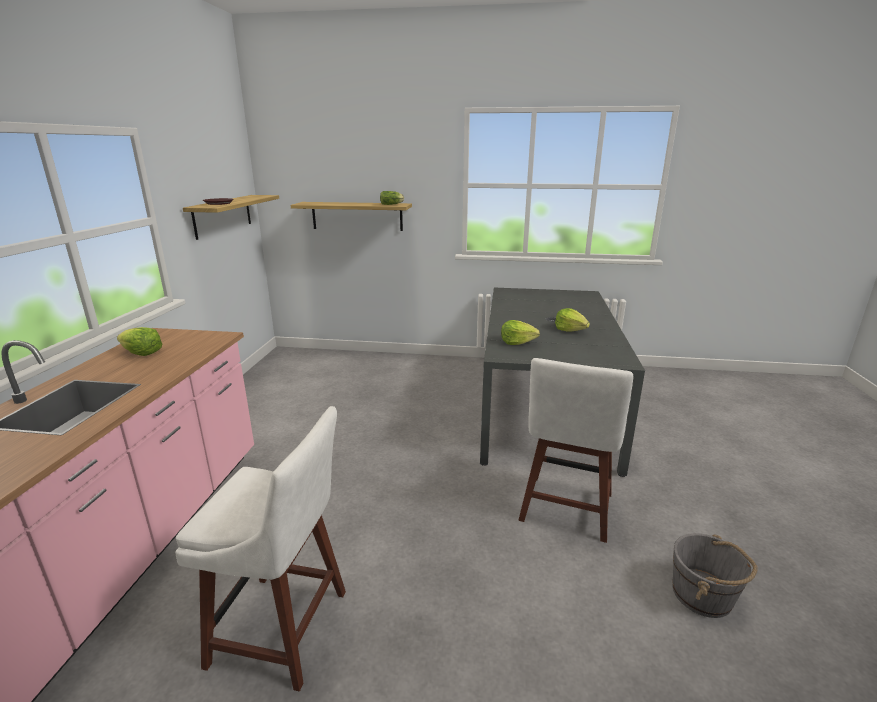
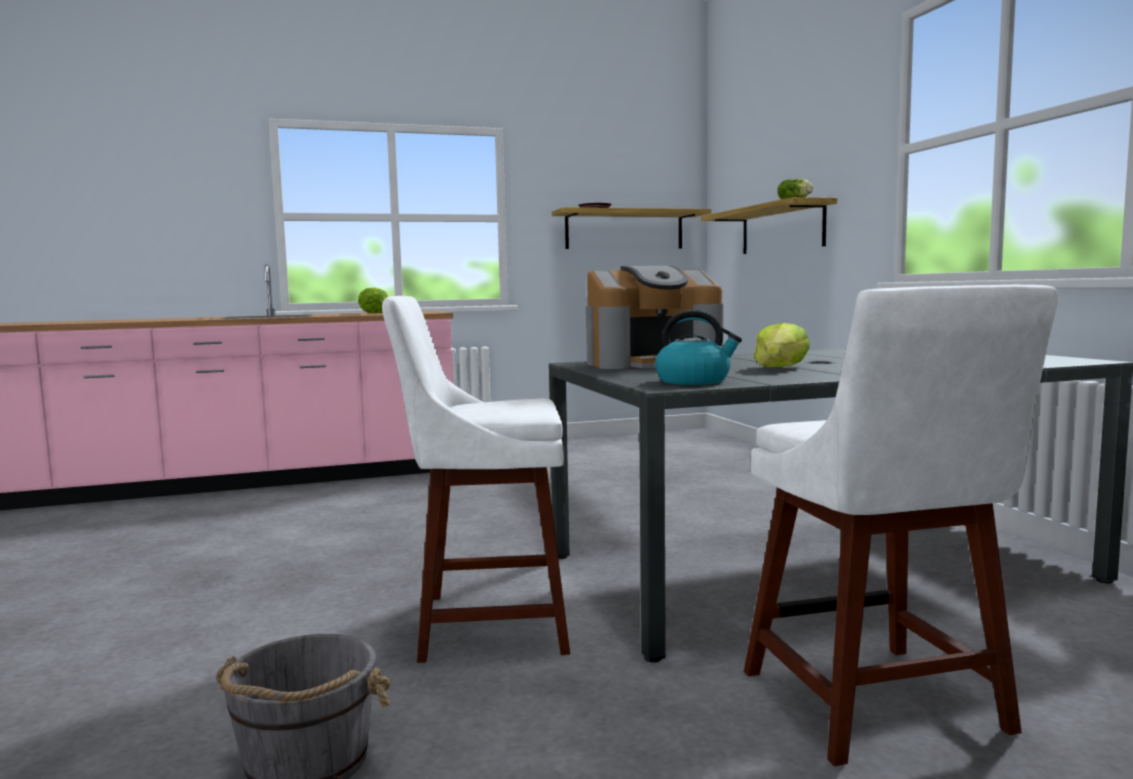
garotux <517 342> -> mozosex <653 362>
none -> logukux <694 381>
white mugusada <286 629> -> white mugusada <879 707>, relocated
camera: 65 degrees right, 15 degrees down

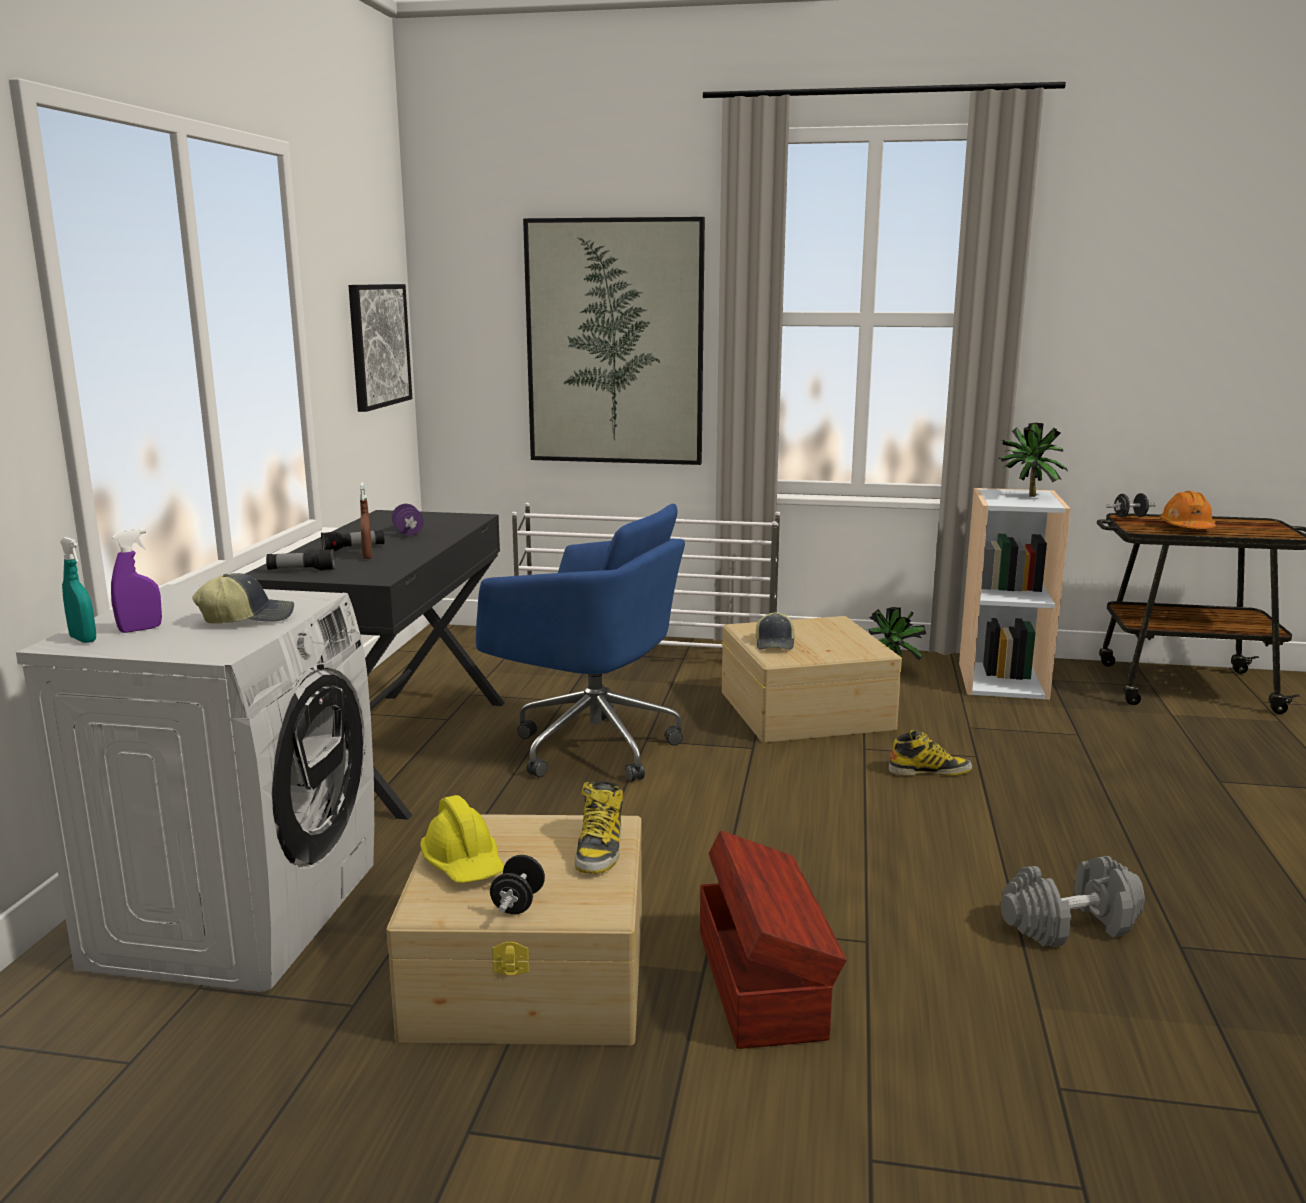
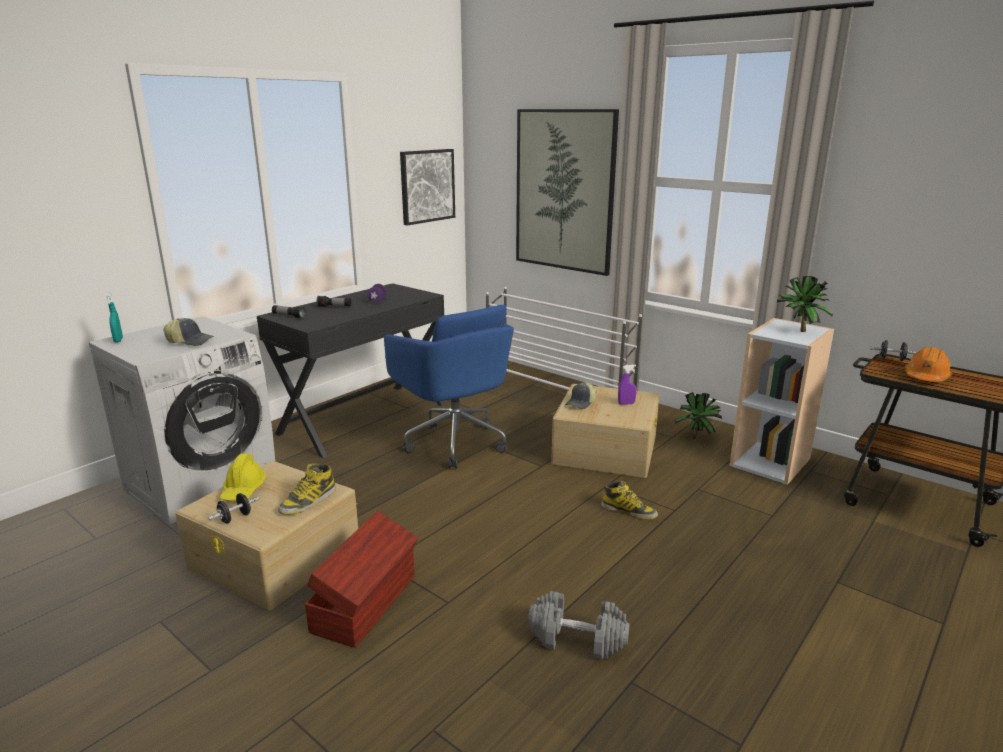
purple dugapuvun <140 629> -> purple dugapuvun <626 403>, relocated
brown dugapuvun <367 557> -> none
camera: 30 degrees right, 5 degrees up

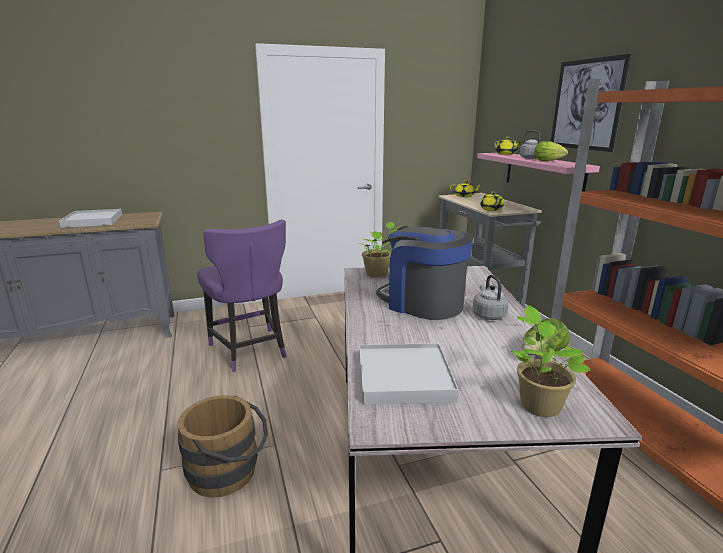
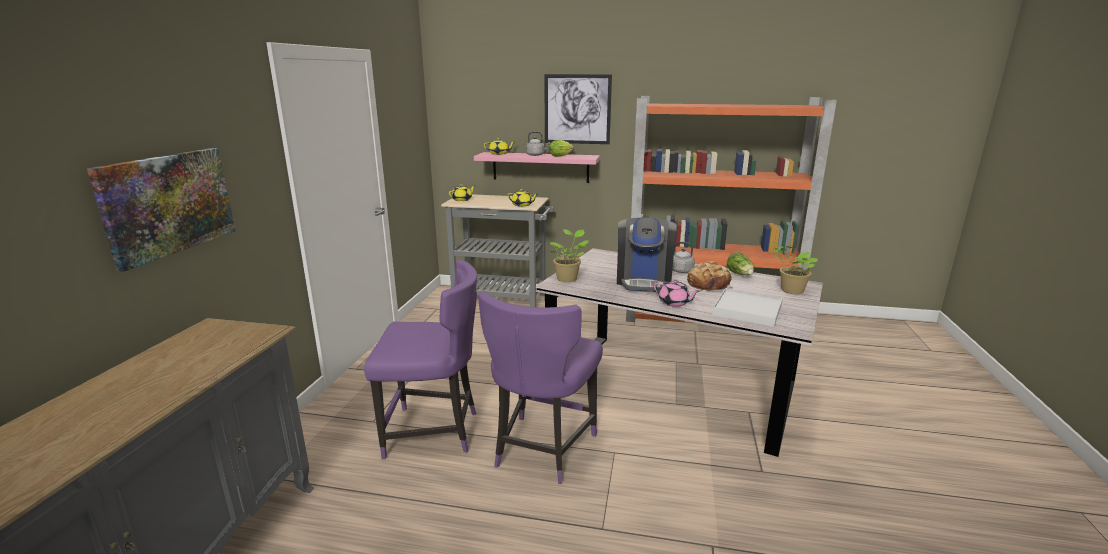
none -> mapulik <168 204>
none -> purple mugusada <542 450>
mozosex <422 303> -> mozosex <644 280>, 60 degrees counterclockwise
none -> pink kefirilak <674 303>
none -> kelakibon <709 285>
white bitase <93 221> -> none
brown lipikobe <229 472> -> none
camera: 60 degrees left, 0 degrees up

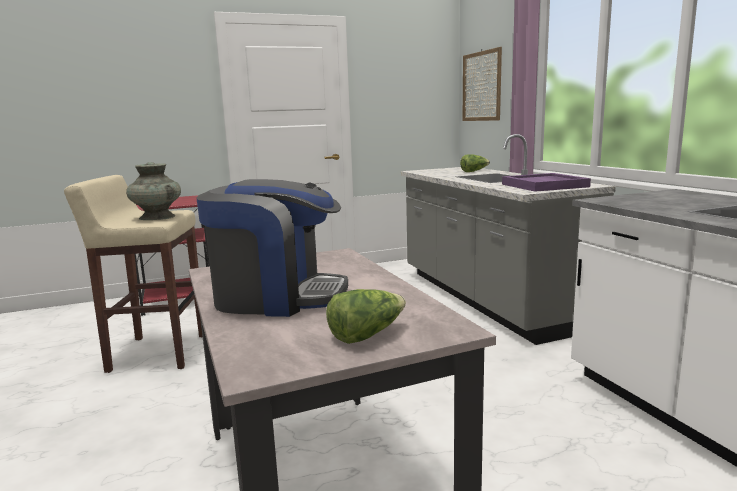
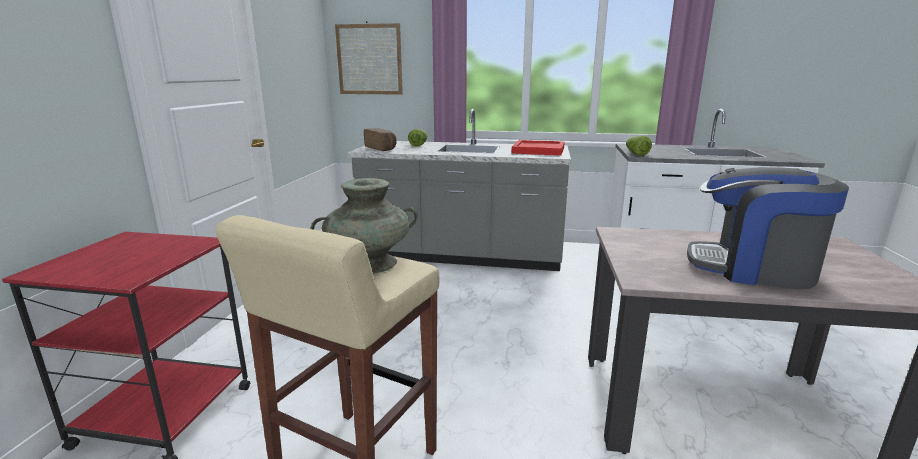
none -> kelakibon <382 148>
purple bitase <545 185> -> red bitase <539 150>
garotux <366 334> -> garotux <635 154>, relocated
mozosex <277 297> -> mozosex <752 268>, 105 degrees counterclockwise
camera: 60 degrees left, 5 degrees up

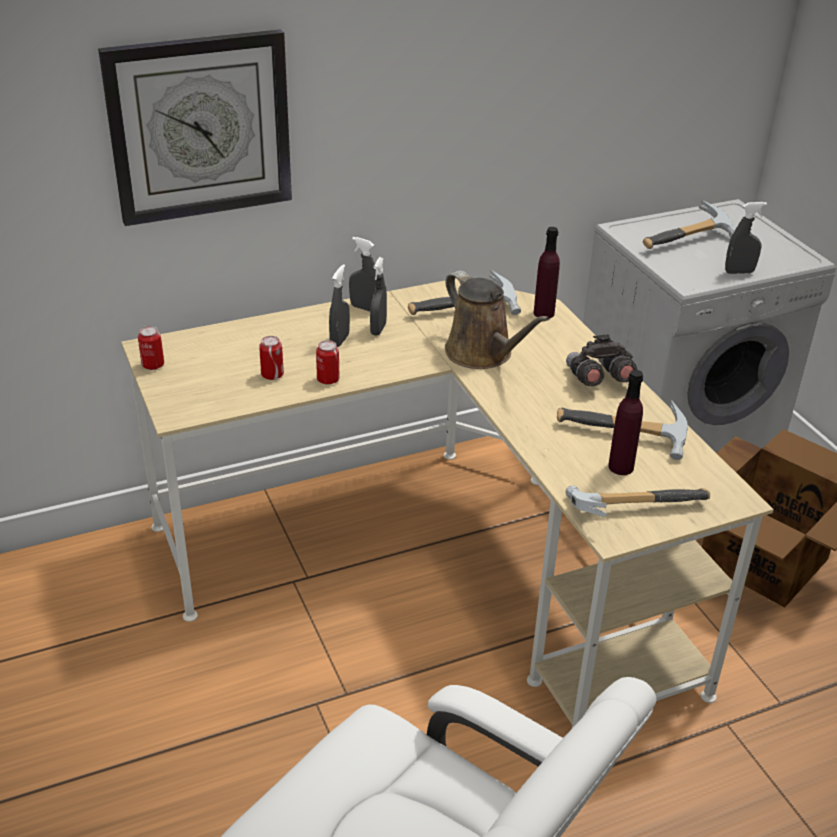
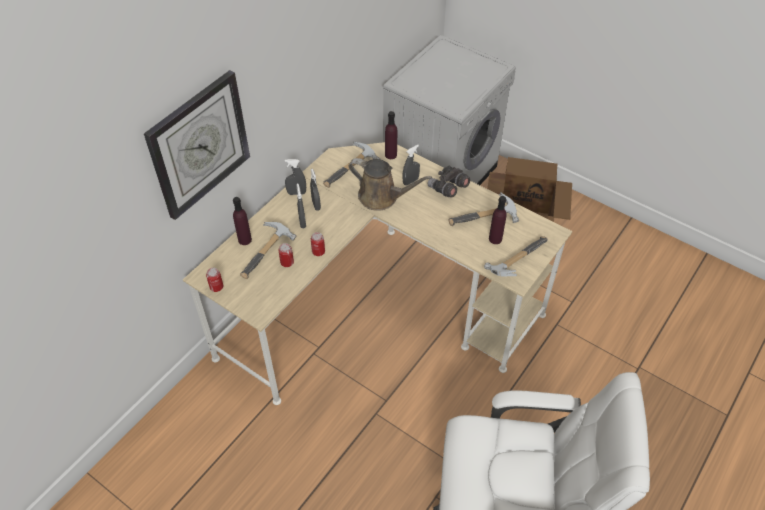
none -> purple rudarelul <245 240>
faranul <691 242> -> faranul <269 254>, relocated
grey dugapuvun <739 272> -> grey dugapuvun <410 181>, relocated
camera: 30 degrees left, 15 degrees up

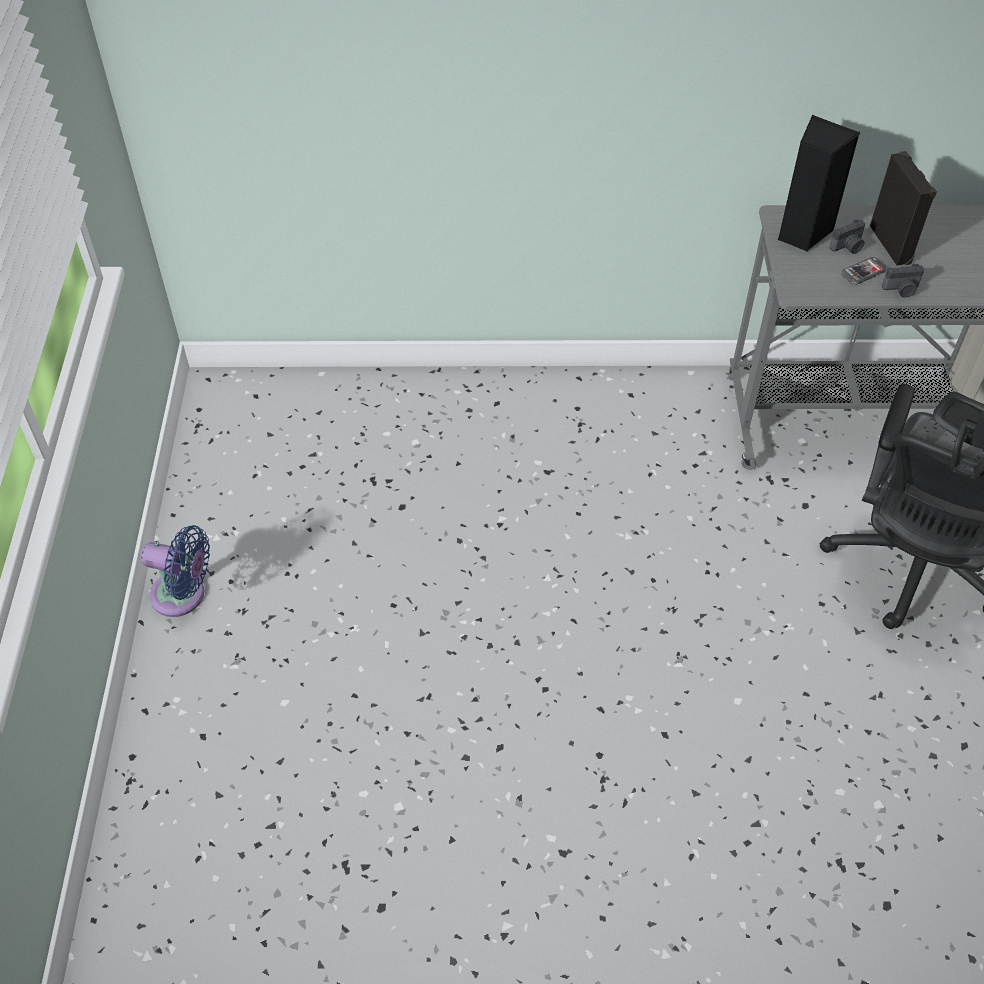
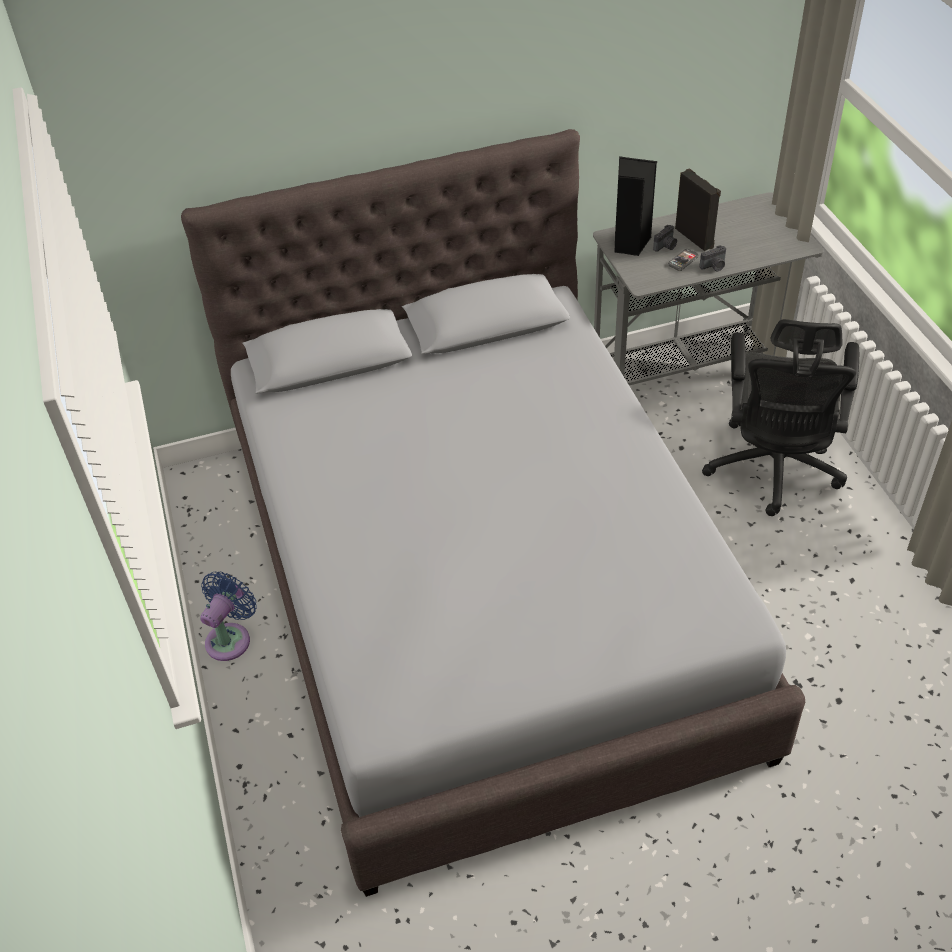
none -> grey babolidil <482 589>
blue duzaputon <183 595> -> blue duzaputon <231 638>, 60 degrees counterclockwise
camera: 15 degrees left, 5 degrees down

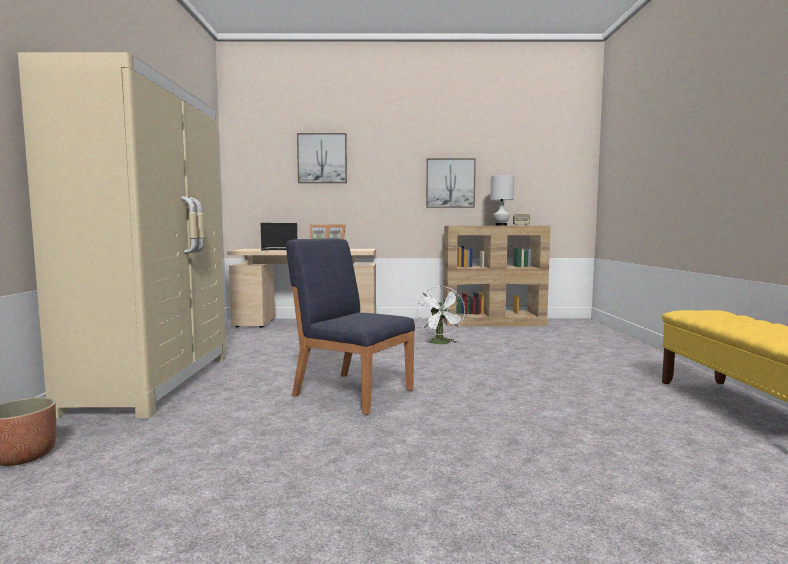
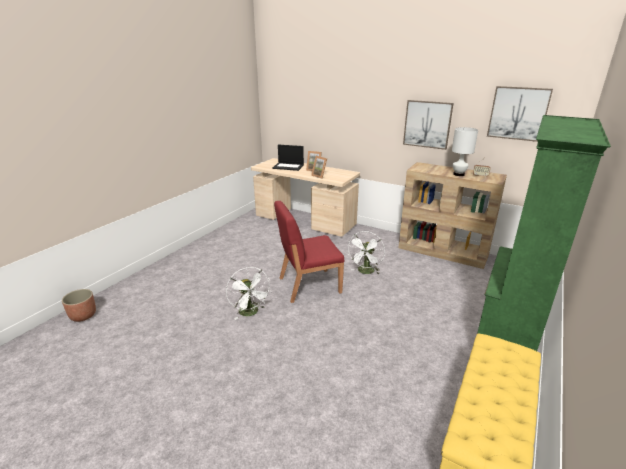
blue mugusada <352 392> -> white duzaputon <251 313>
none -> red mugusada <308 285>
none -> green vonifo <506 337>
mapulik <322 158> -> mapulik <518 113>, relocated
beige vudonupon <156 381> -> none
camera: 30 degrees right, 20 degrees up

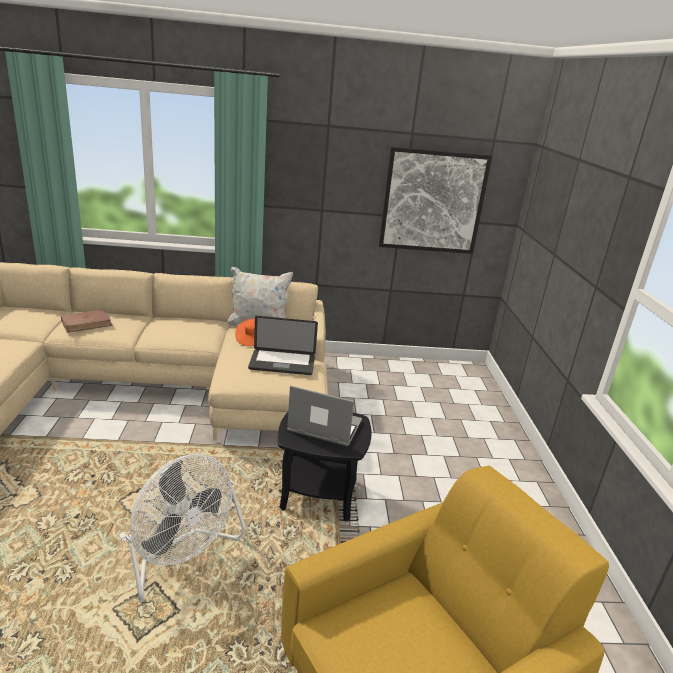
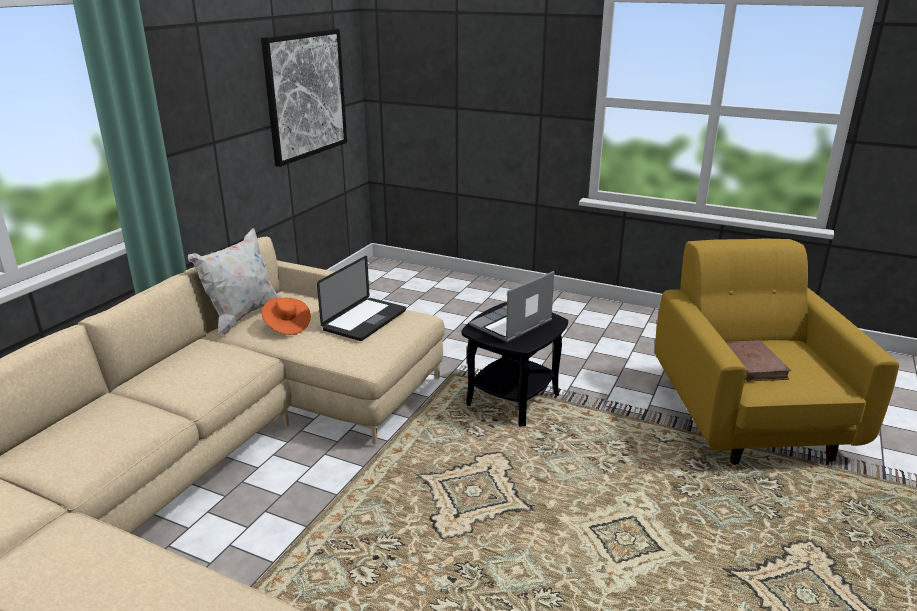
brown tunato <87 323> -> brown tunato <752 364>, relocated
white duzaputon <175 557> -> none
camera: 60 degrees left, 0 degrees up

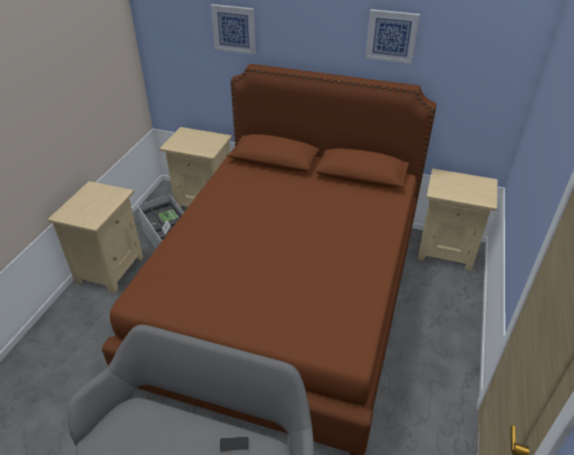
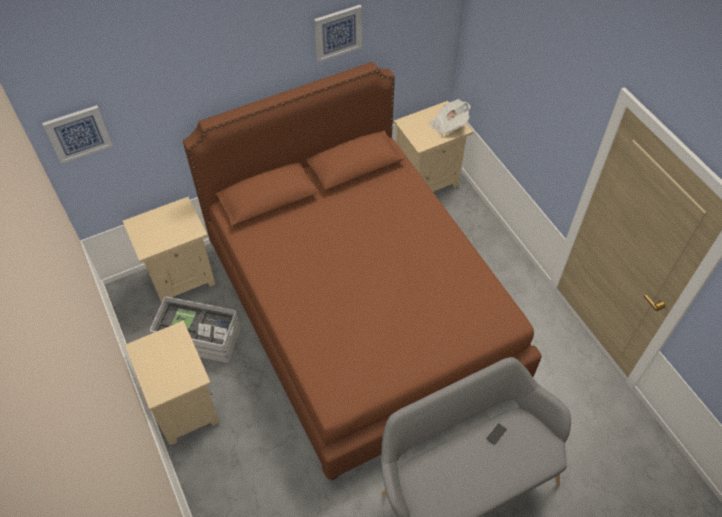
mapulik <234 29> -> mapulik <78 133>, relocated
none -> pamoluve <448 124>
camera: 45 degrees left, 15 degrees up

